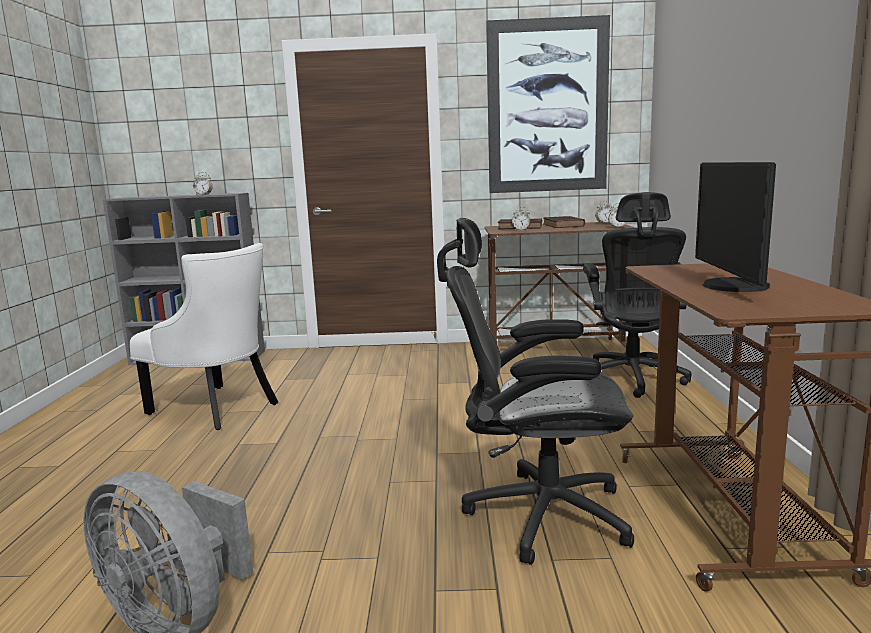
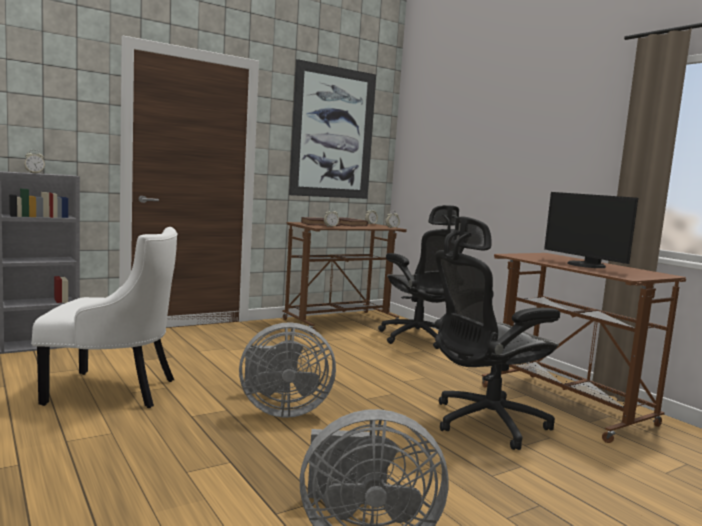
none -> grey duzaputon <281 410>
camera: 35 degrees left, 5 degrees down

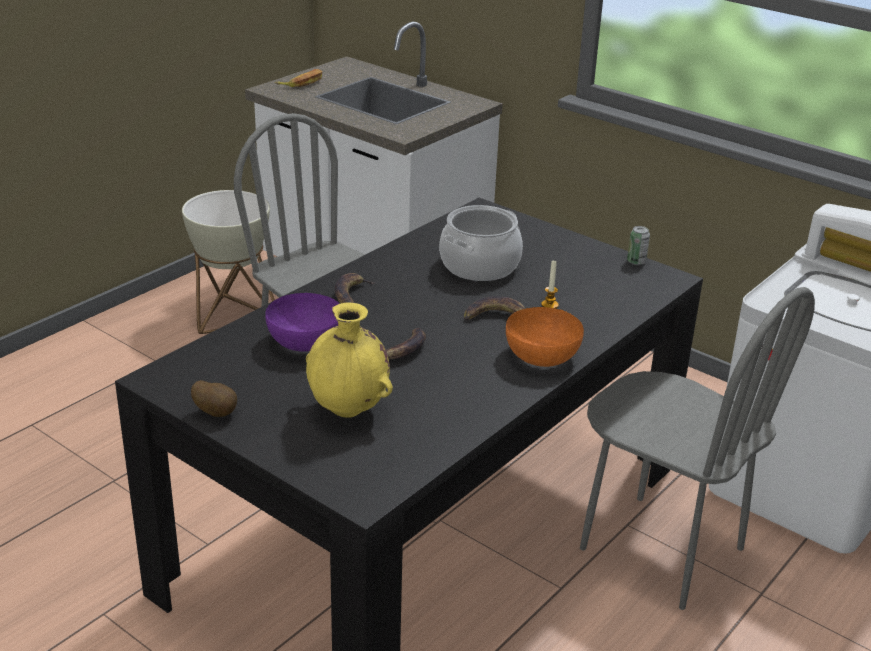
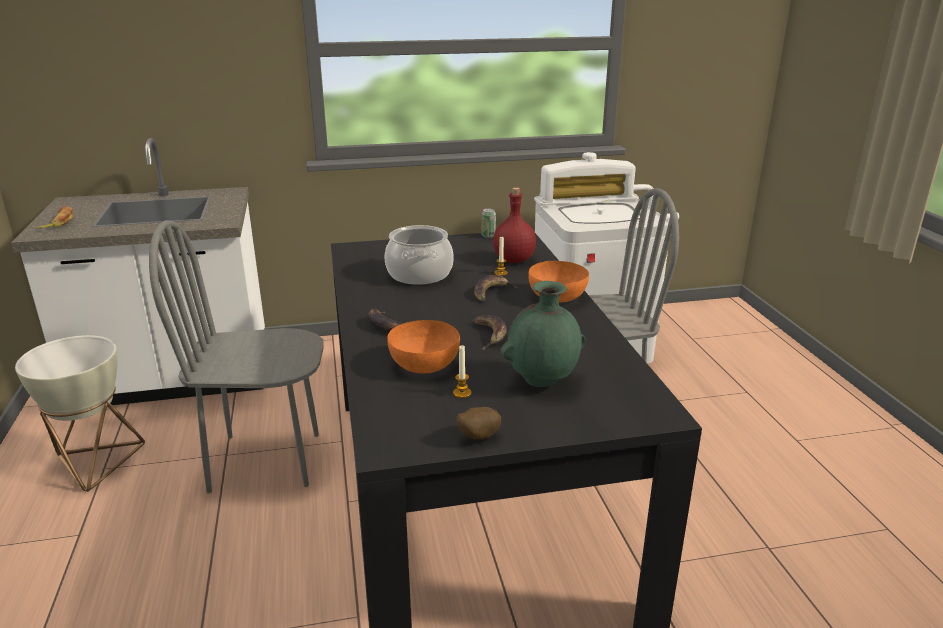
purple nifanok <305 341> -> orange nifanok <424 364>
none -> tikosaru <462 393>
none -> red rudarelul <513 260>
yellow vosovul <349 410> -> green vosovul <542 381>
camera: 50 degrees left, 5 degrees down

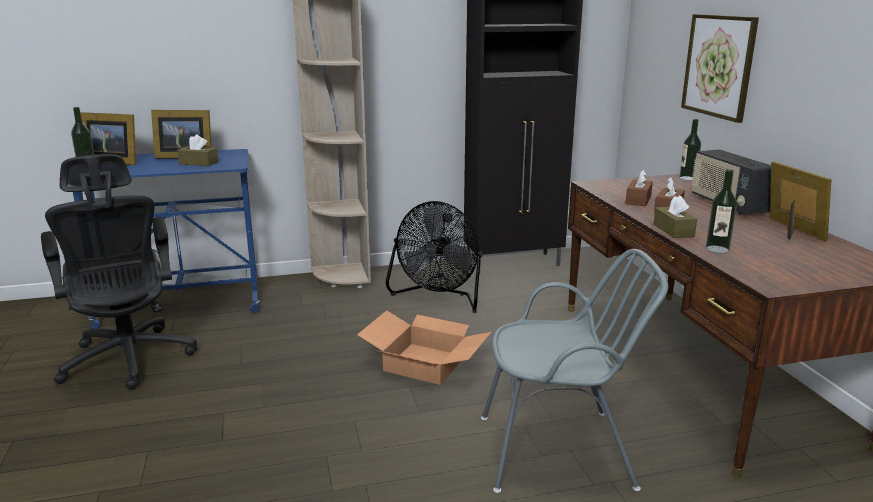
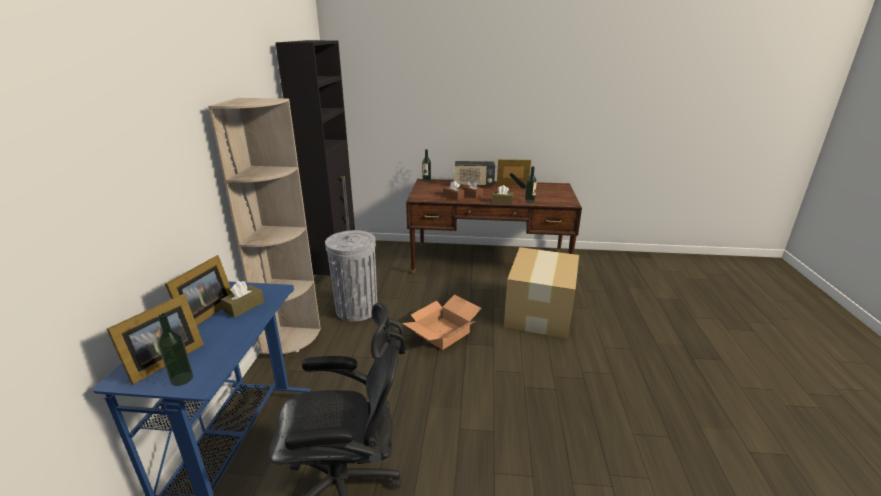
black duzaputon <437 295> -> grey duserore <356 309>
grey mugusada <562 449> -> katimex <540 312>
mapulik <719 66> -> none
camera: 70 degrees left, 5 degrees up

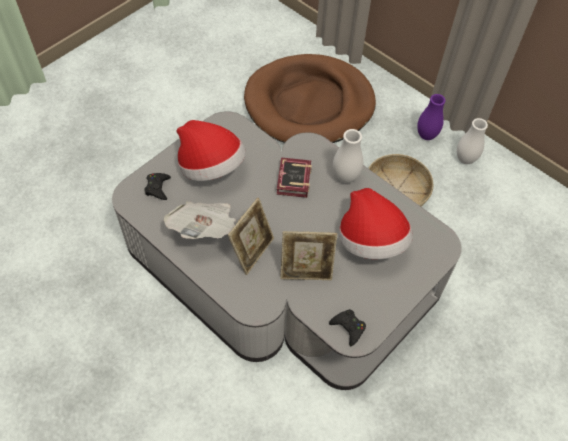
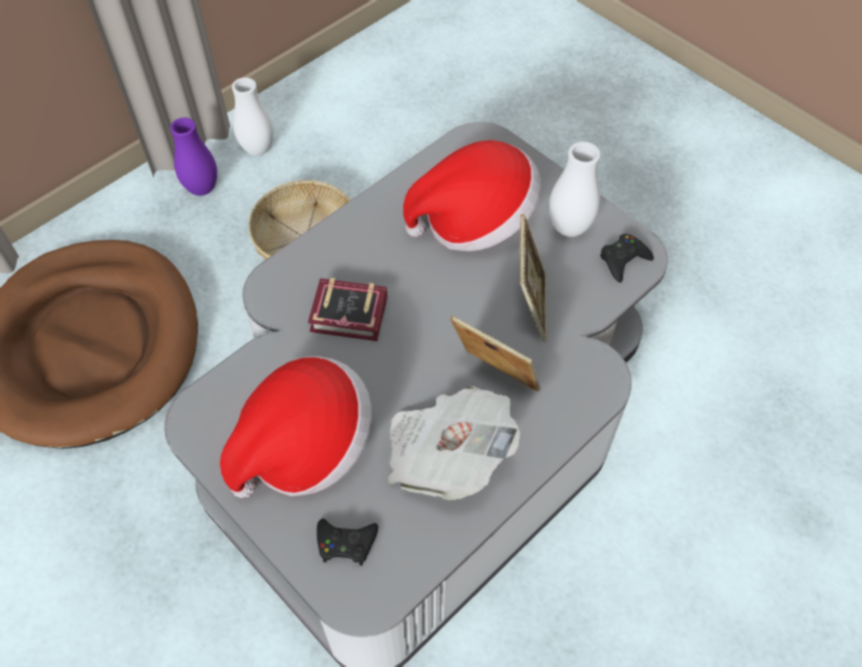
white vosovul <345 177> -> white vosovul <569 227>, relocated
camera: 85 degrees left, 0 degrees up

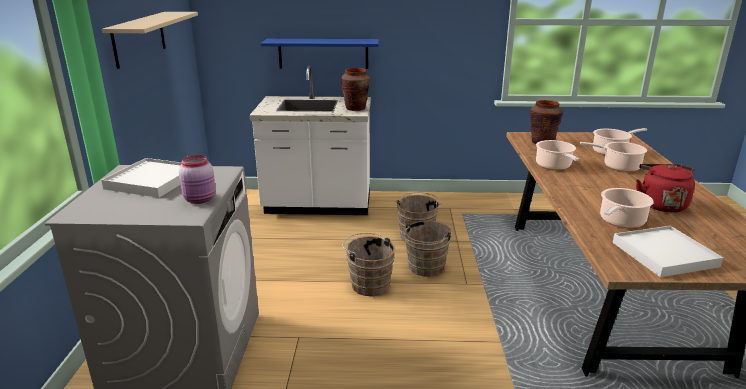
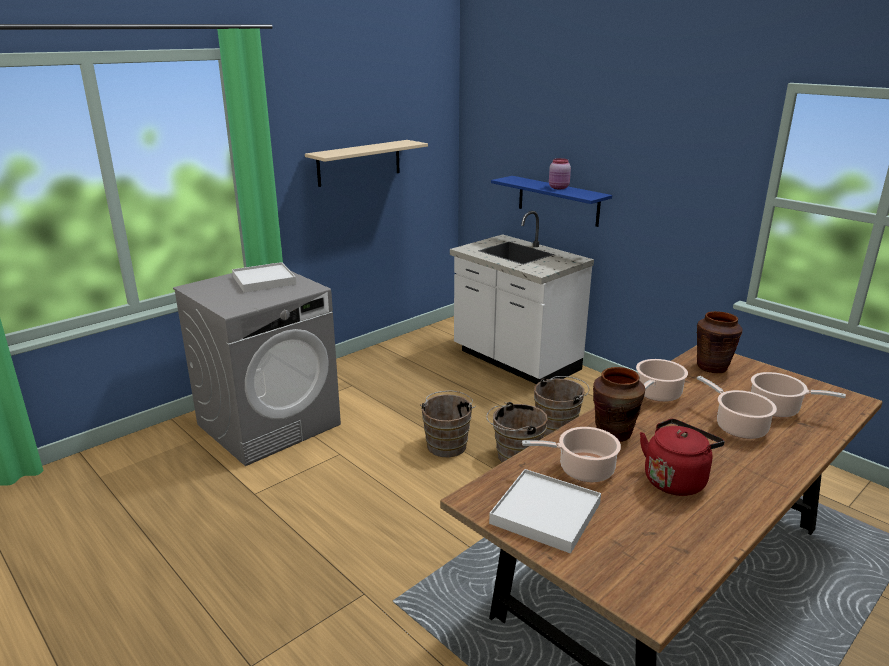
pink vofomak <201 199> -> pink vofomak <559 188>, relocated
brown vosovul <355 108> -> brown vosovul <613 433>, relocated
camera: 45 degrees right, 0 degrees up

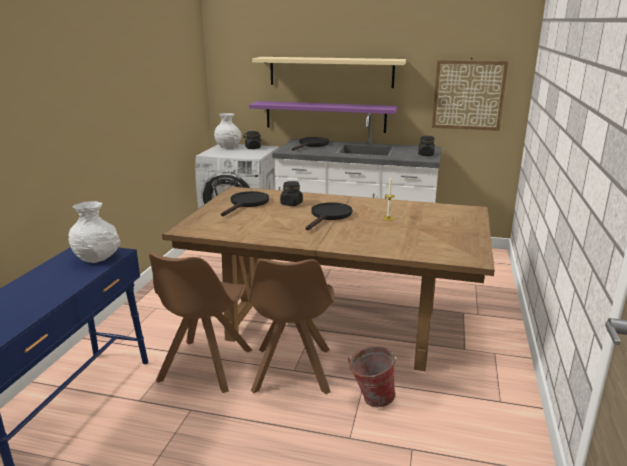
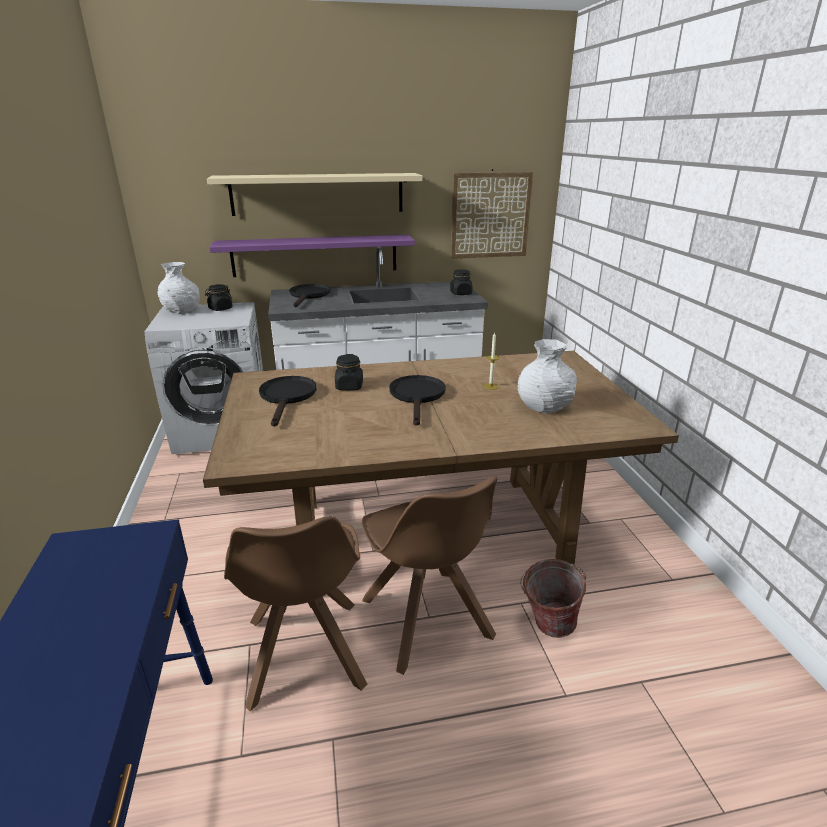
white vosovul <97 258> -> white vosovul <545 407>, relocated
camera: 25 degrees left, 5 degrees up

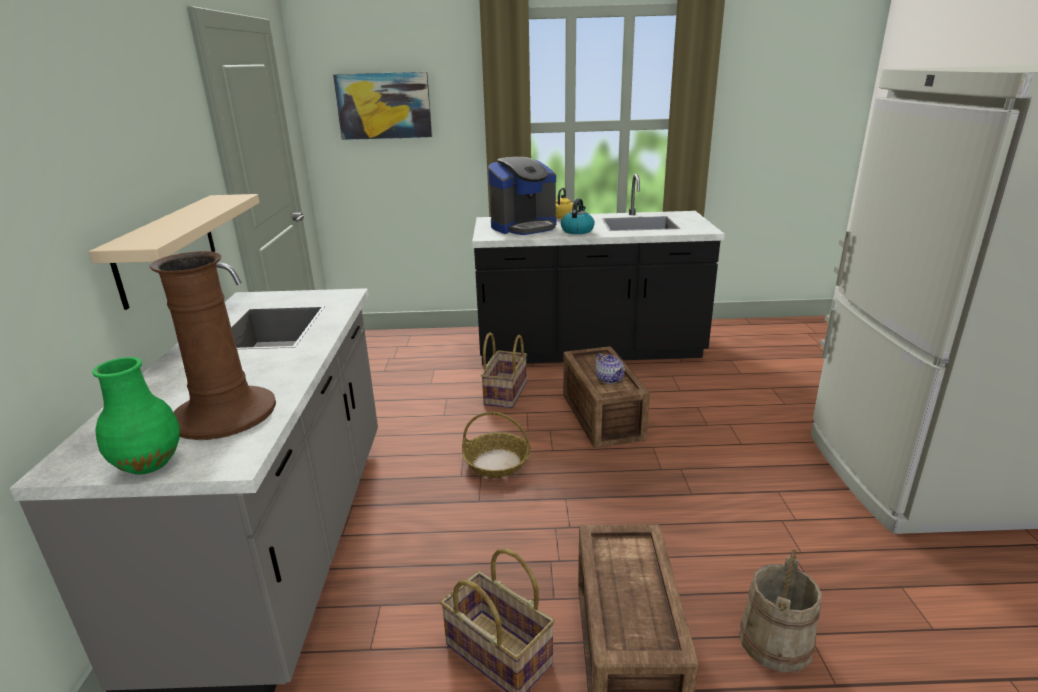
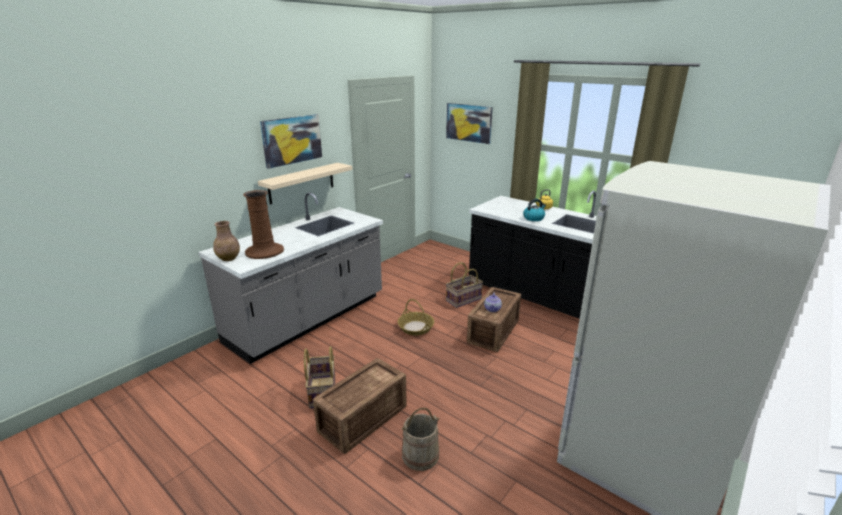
green vosovul <150 464> -> brown vosovul <229 258>
none -> mapulik <292 140>
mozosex <524 227> -> none
camera: 40 degrees right, 0 degrees up

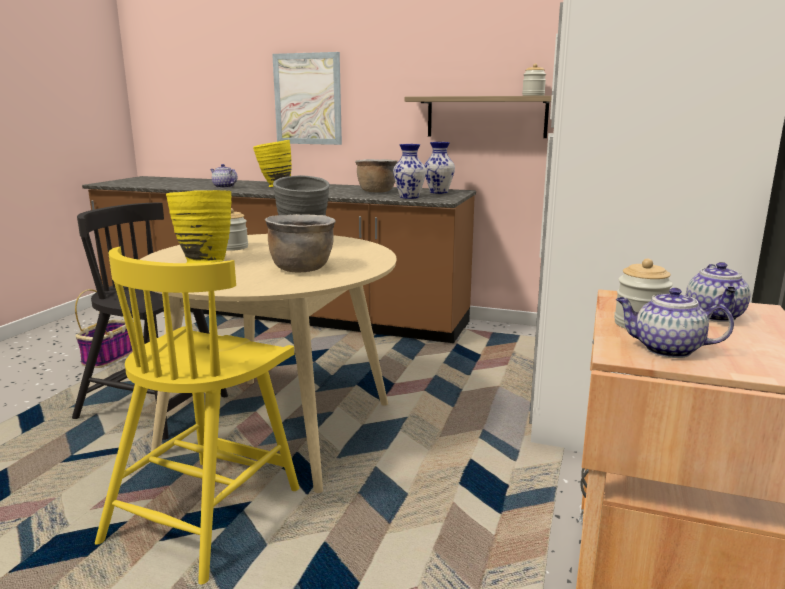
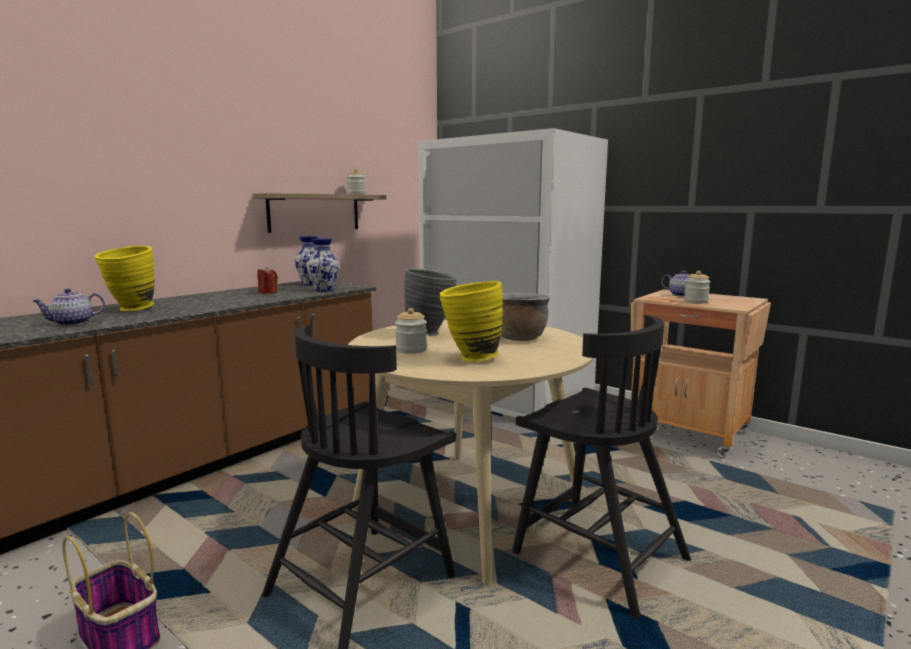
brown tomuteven <376 191> -> red tikosaru <268 292>
yellow mugusada <207 512> -> black mugusada <596 555>
mapulik <307 99> -> none
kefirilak <666 349> -> none
camera: 70 degrees left, 5 degrees down

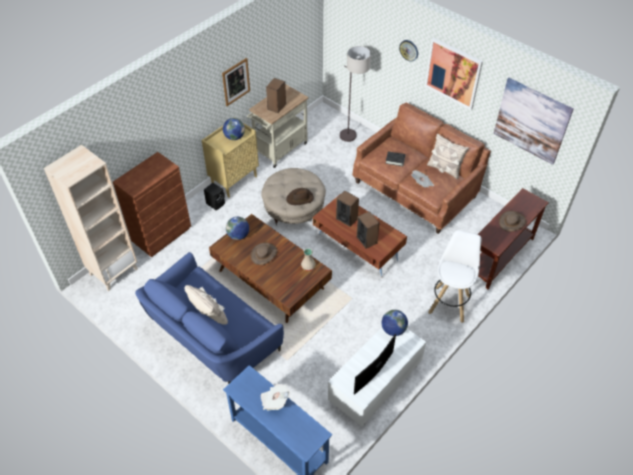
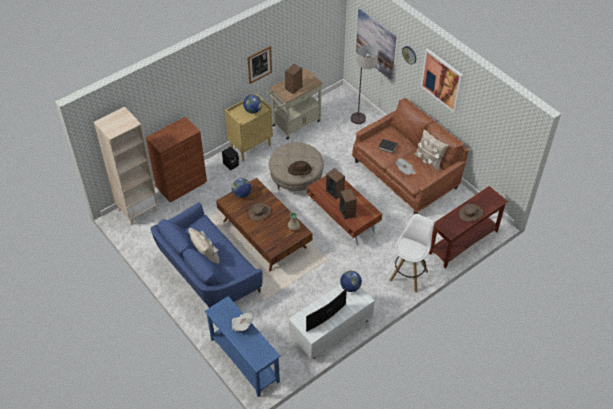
mapulik <531 121> -> mapulik <376 44>, relocated
camera: 10 degrees right, 0 degrees up

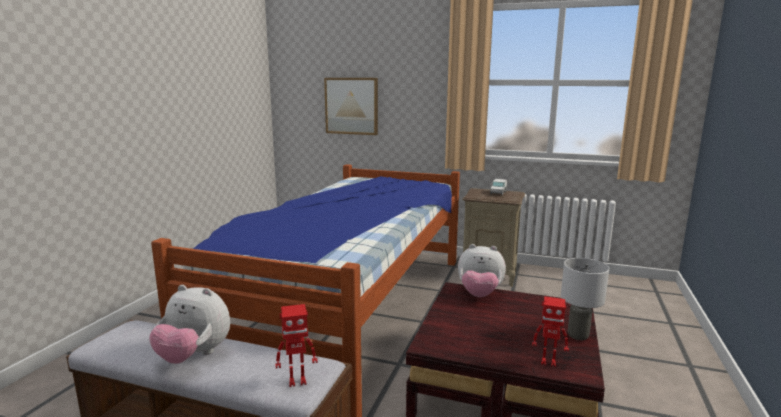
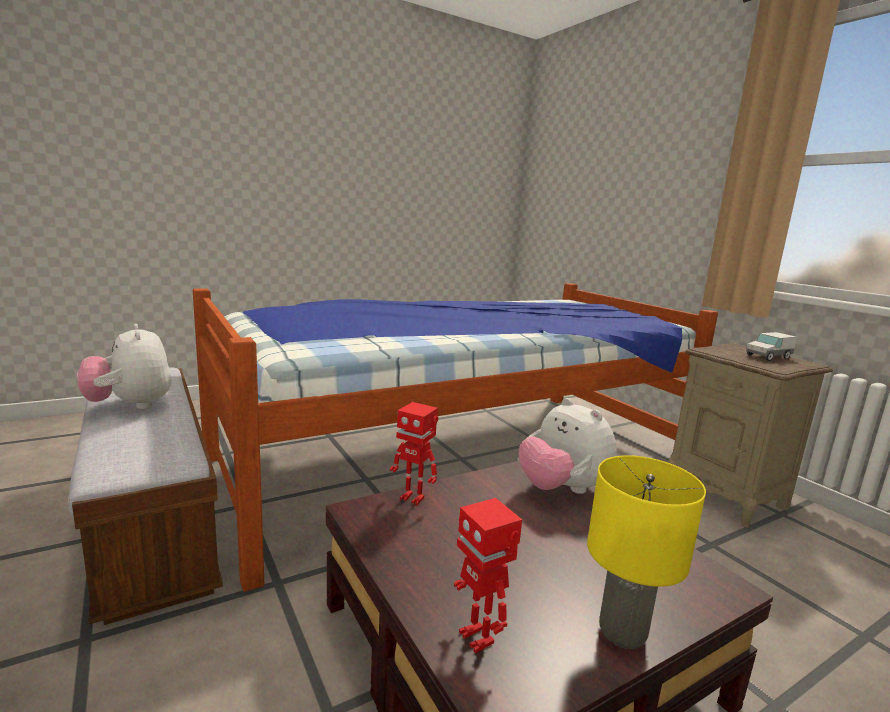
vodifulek <297 381> -> vodifulek <413 498>, relocated
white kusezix <579 336> -> yellow kusezix <624 635>
mapulik <351 106> -> none
camera: 40 degrees right, 0 degrees up

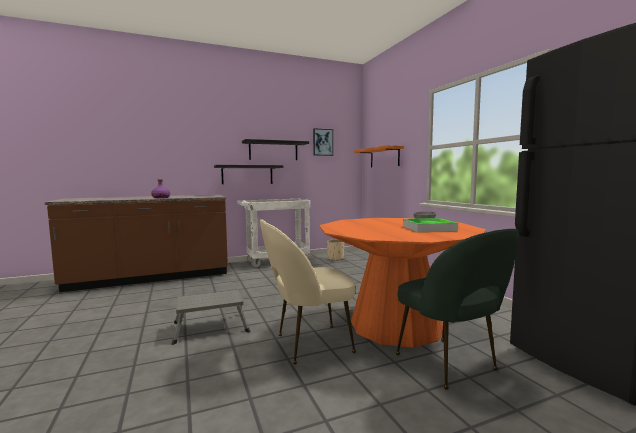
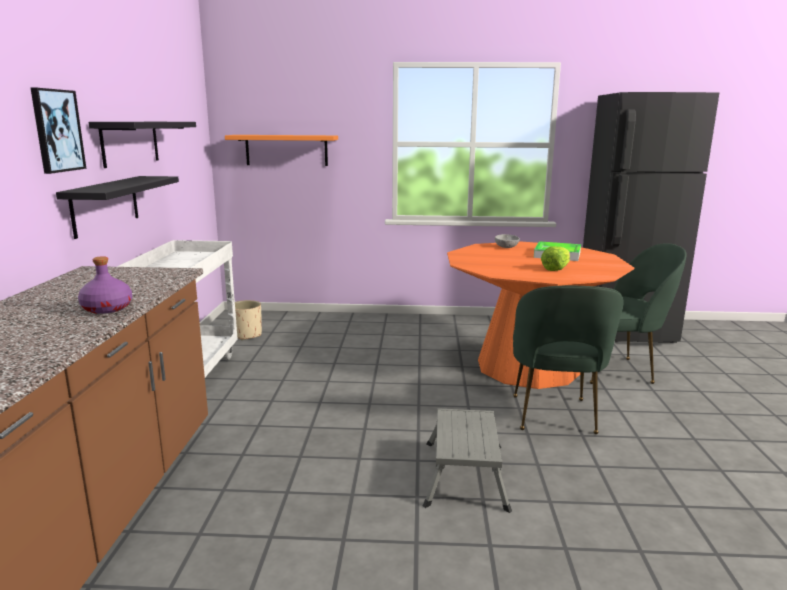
mapulik <322 142> -> mapulik <57 130>, relocated
beige mugusada <307 345> -> green mugusada <554 418>
none -> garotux <556 269>
camera: 65 degrees left, 10 degrees up

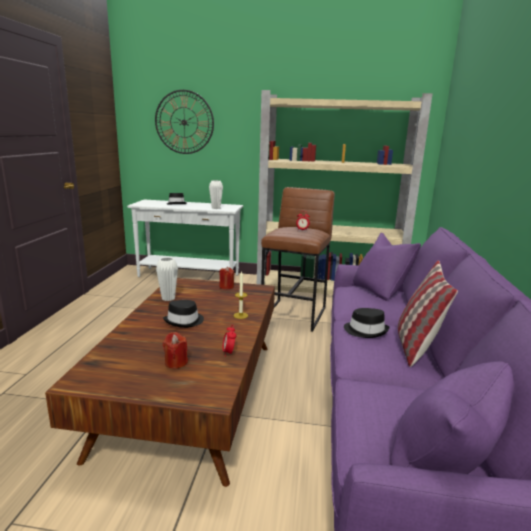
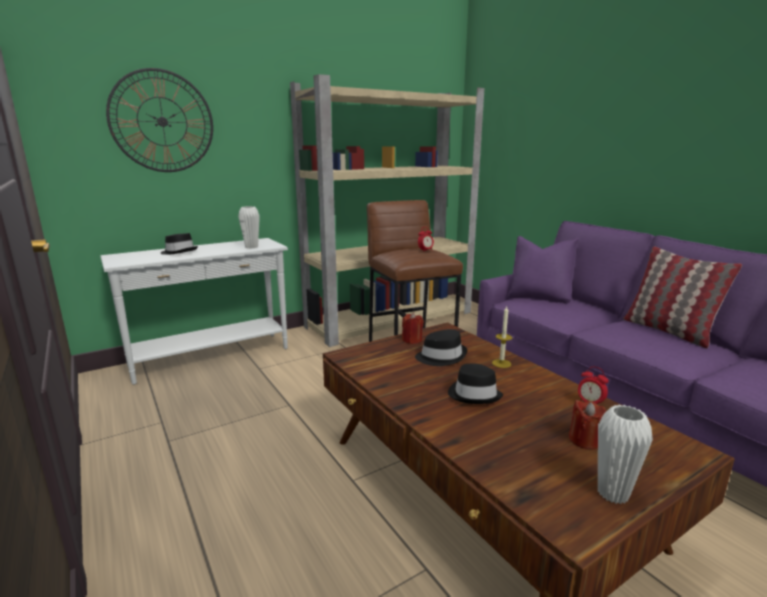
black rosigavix <366 330> -> black rosigavix <441 357>, relocated
white vosovul <168 298> -> white vosovul <613 493>, relocated
camera: 40 degrees left, 0 degrees up

